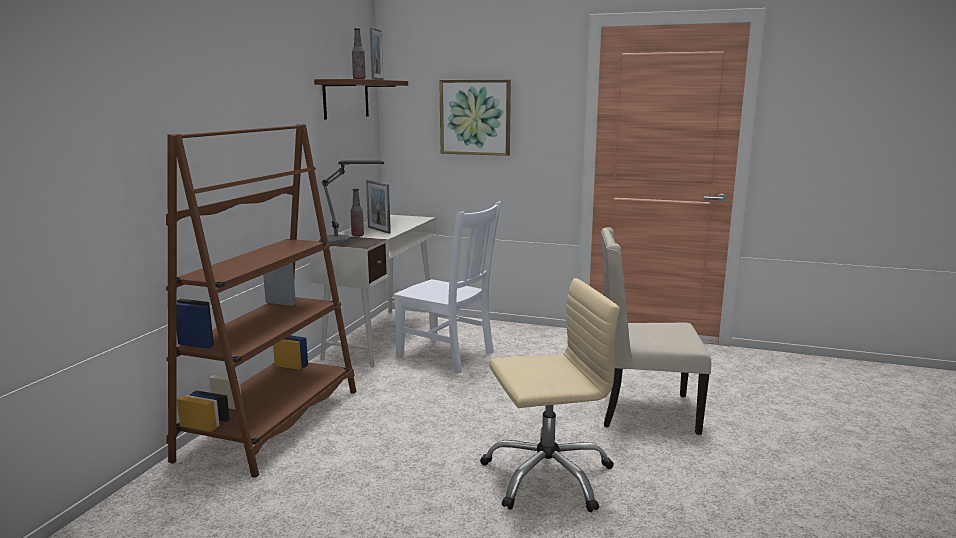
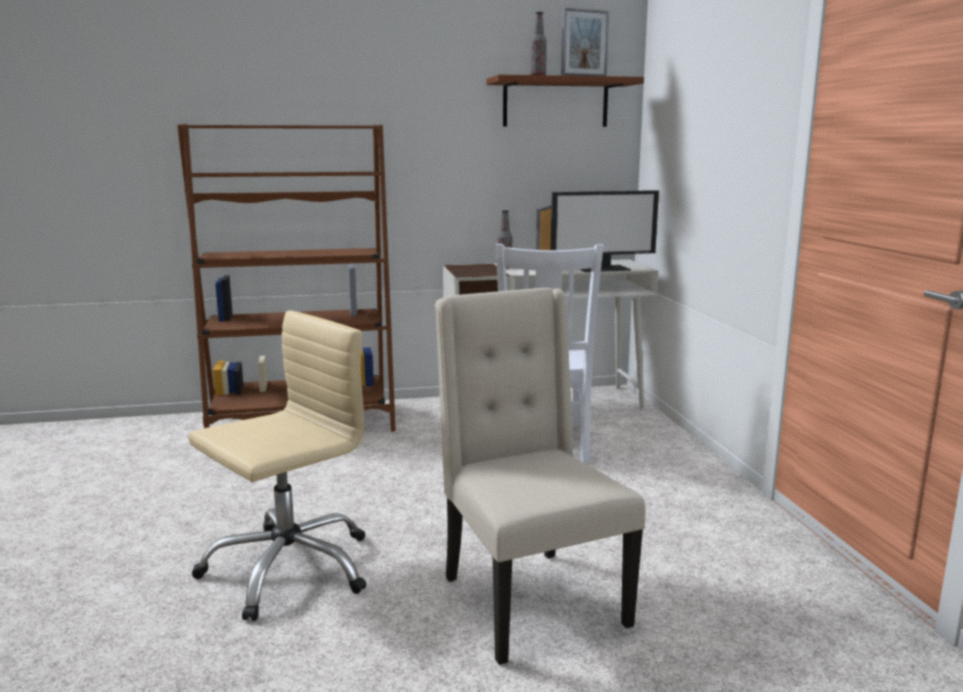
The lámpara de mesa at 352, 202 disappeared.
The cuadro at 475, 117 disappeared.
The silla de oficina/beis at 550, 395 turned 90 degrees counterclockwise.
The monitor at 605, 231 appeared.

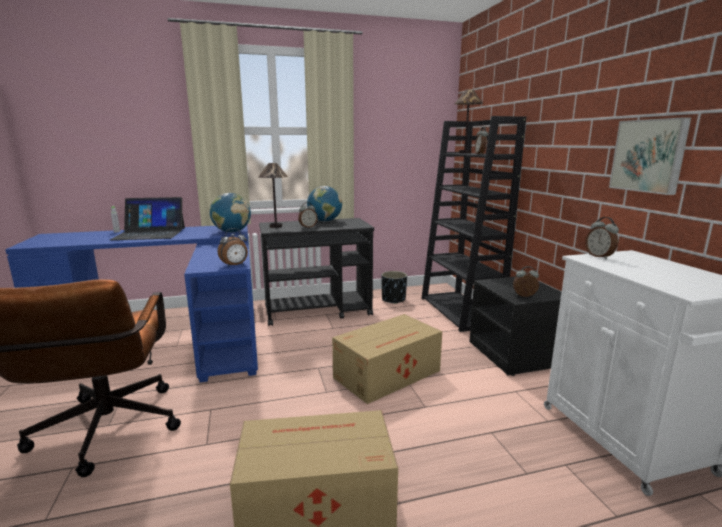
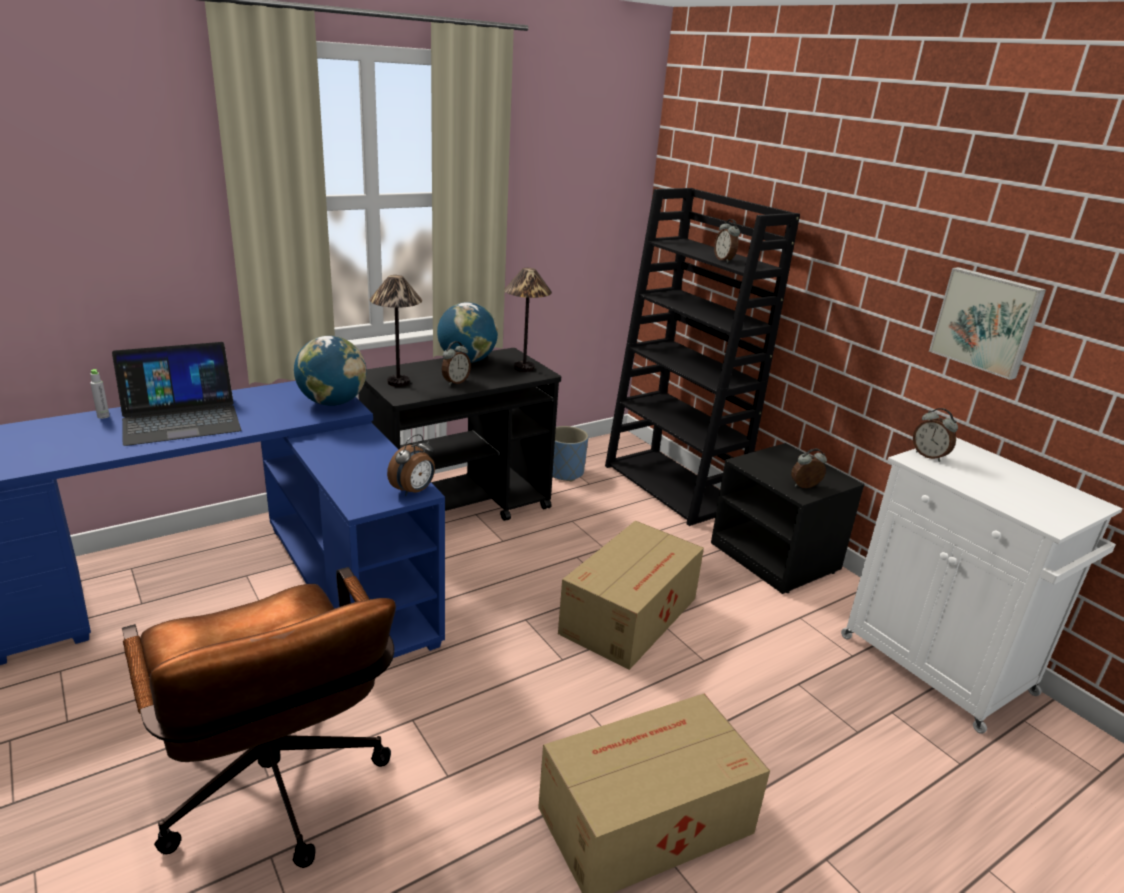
The maceta/negro at 394, 287 became the maceta/azul at 570, 453.
The lámpara de mesa moved from 469, 121 to 528, 320.

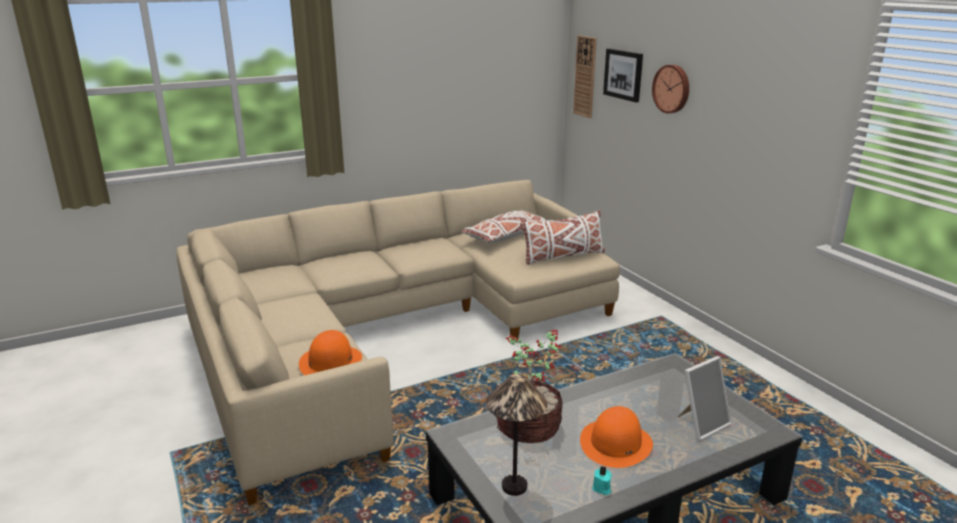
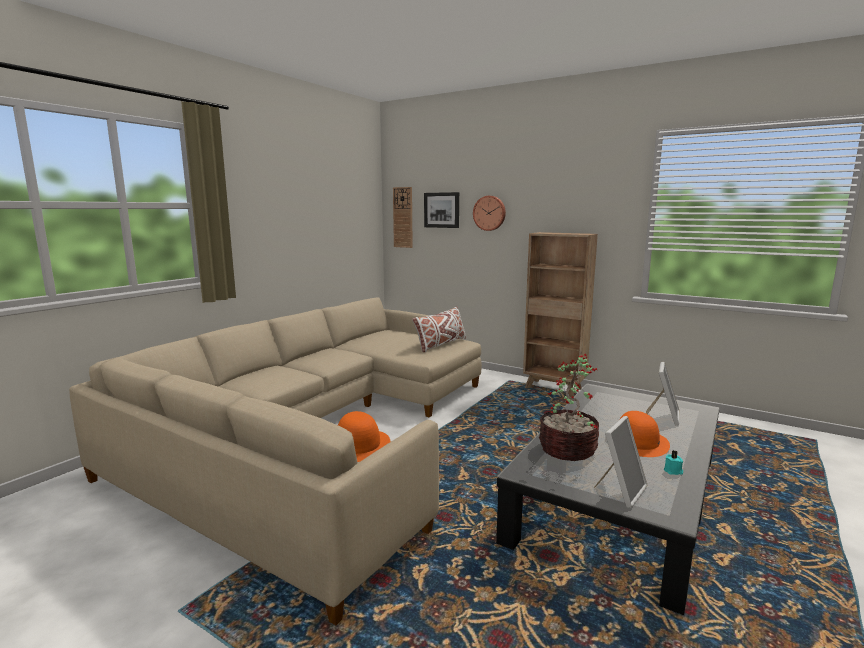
The cojín/blanco at 504, 227 disappeared.
The lámpara de mesa at 516, 435 was replaced by the portarretratos at 620, 462.
The estantería/marrón at 560, 314 appeared.

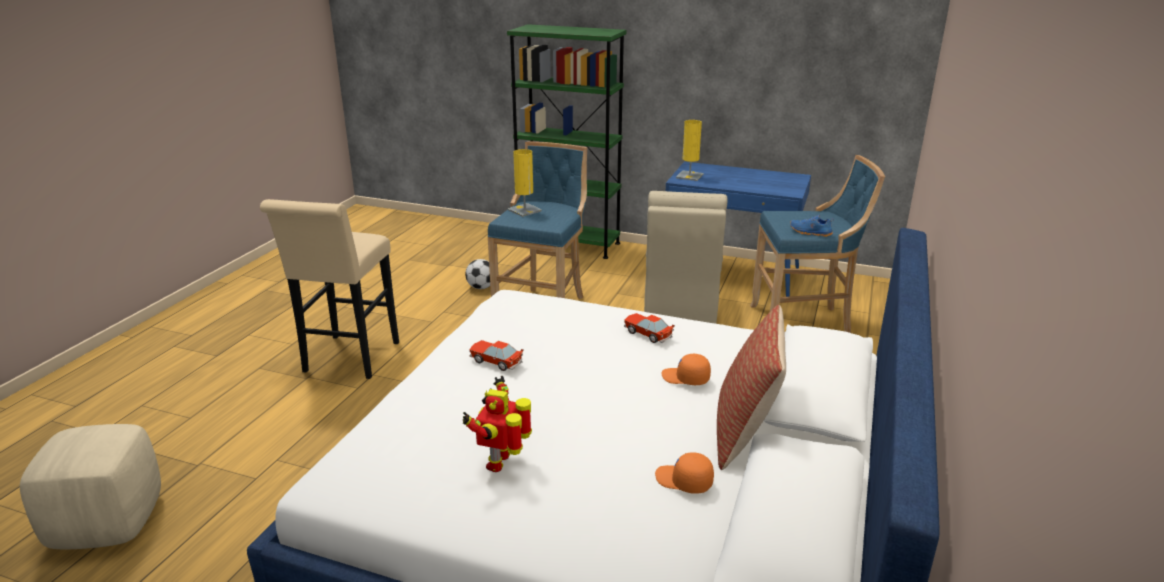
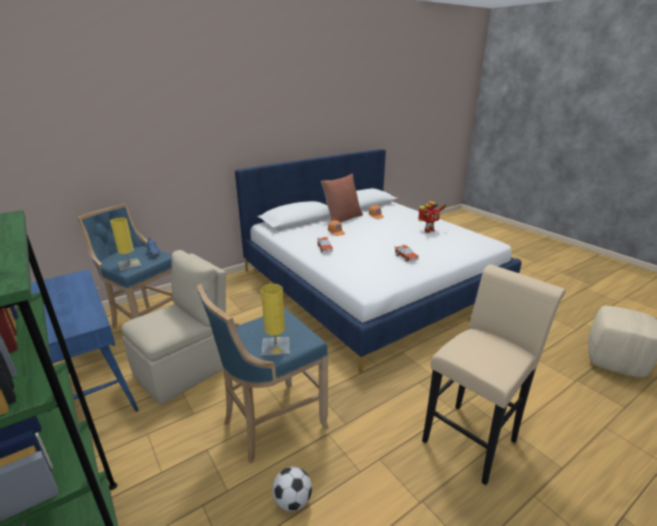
The lámpara de mesa/amarillo moved from 690, 150 to 125, 244.

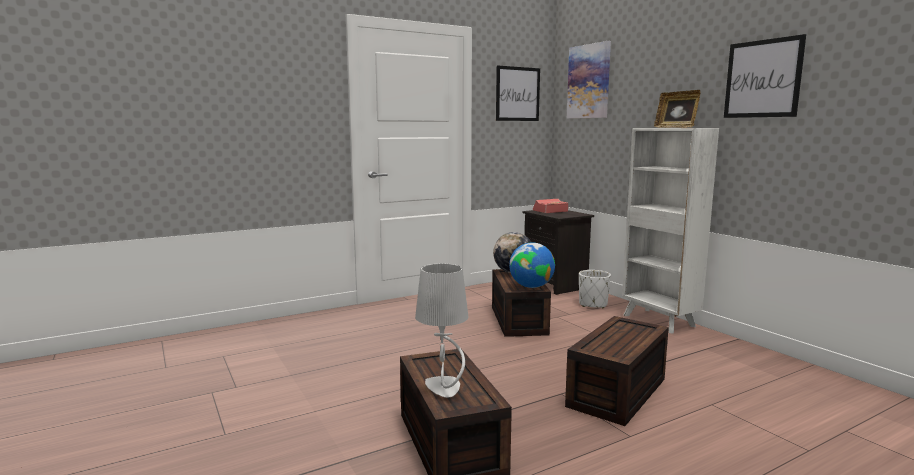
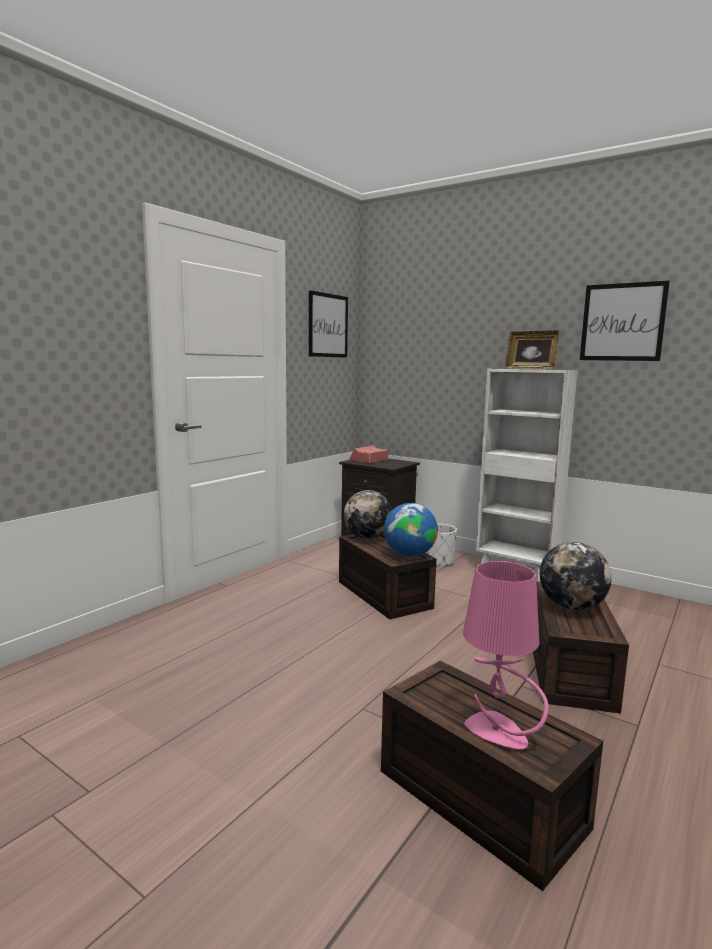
The lámpara de mesa/gris at 442, 330 became the lámpara de mesa/rosa at 506, 655.
The cuadro at 589, 80 disappeared.
The globo terráqueo at 576, 576 appeared.

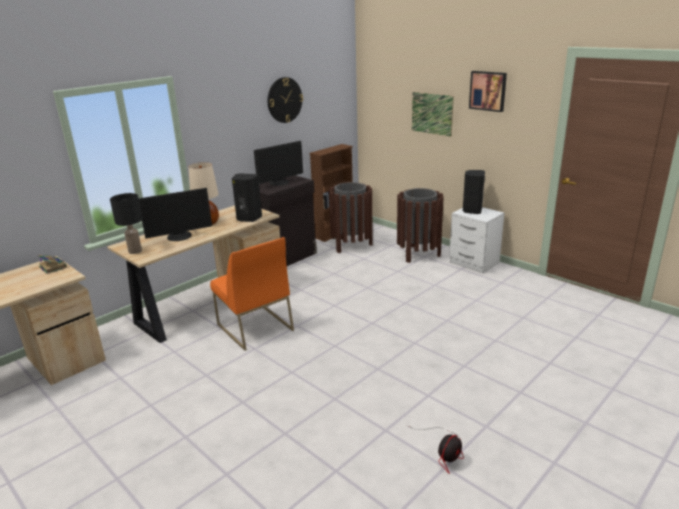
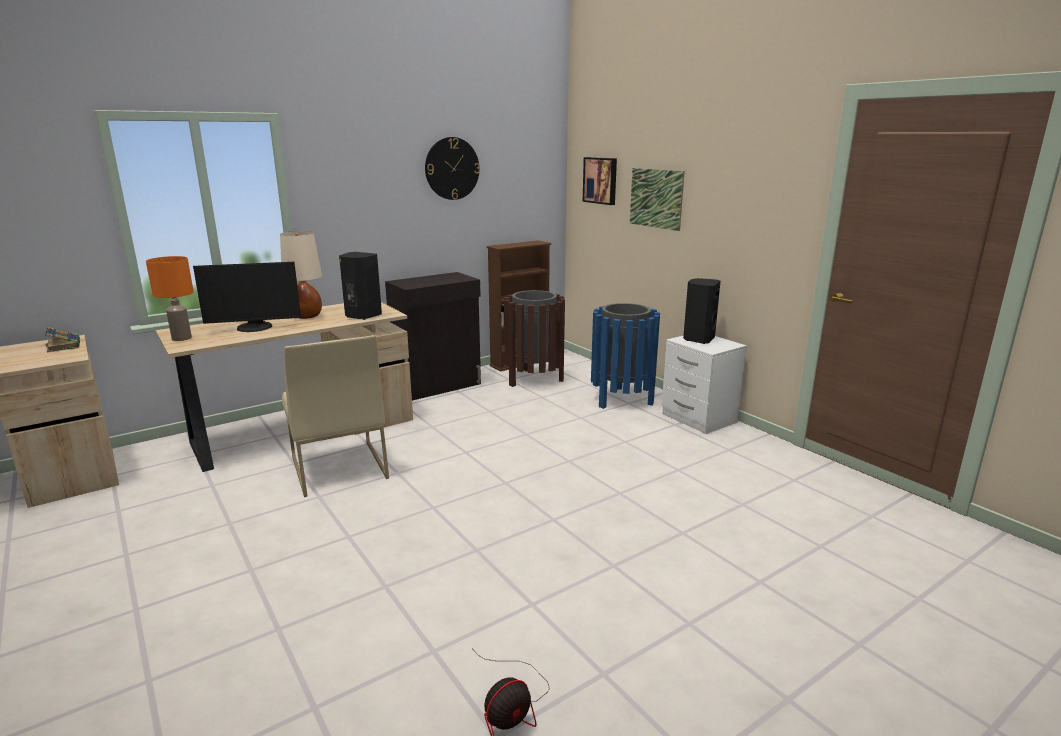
The lámpara de mesa/negro at 126, 223 became the lámpara de mesa/naranja at 170, 298.
The silla/naranja at 252, 294 became the silla/beis at 335, 416.
The monitor at 278, 163 disappeared.
The papelera/marrón at 420, 225 became the papelera/azul at 625, 356.
The cuadro moved from 488, 91 to 600, 181.

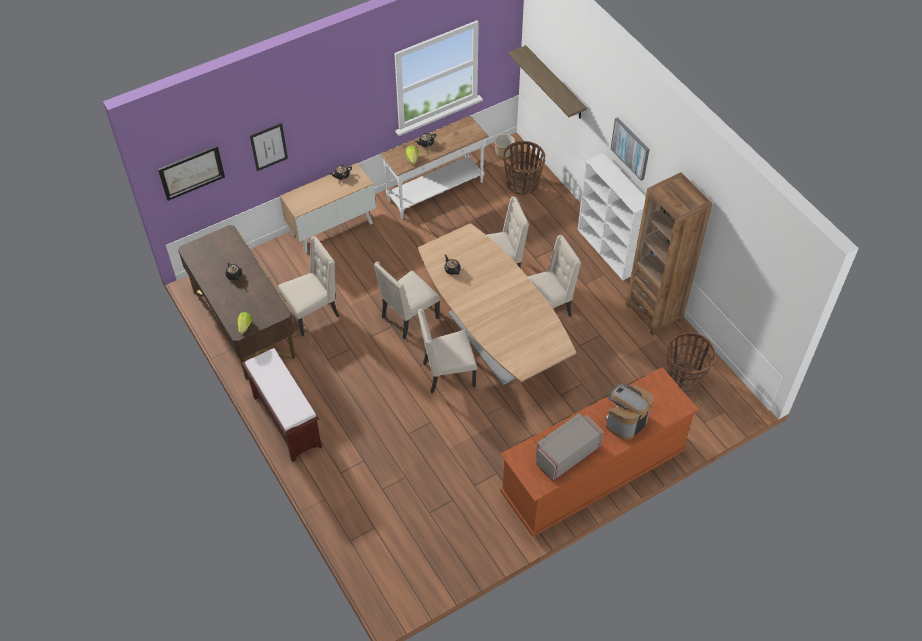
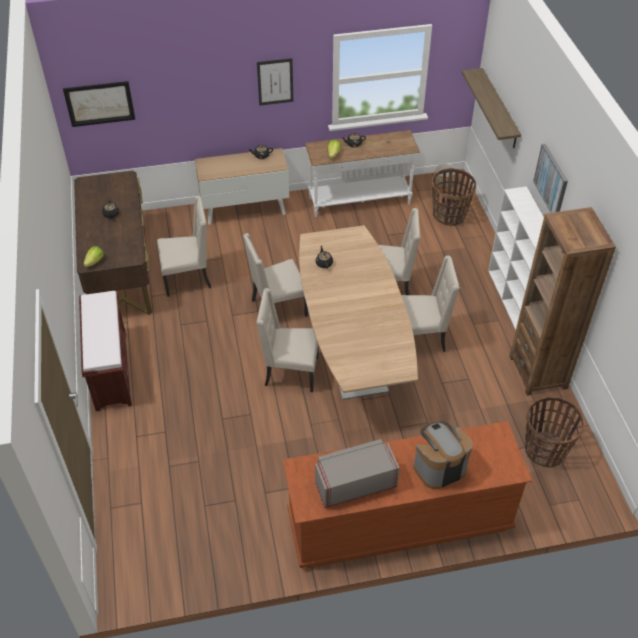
The cuadro moved from 269, 147 to 275, 82.

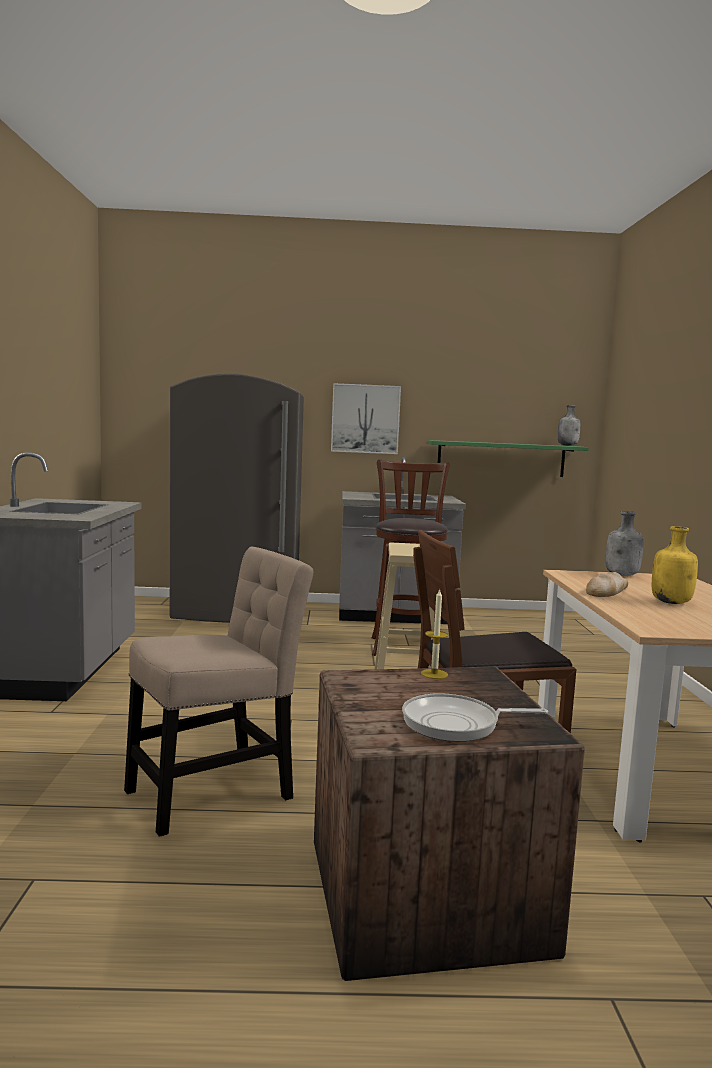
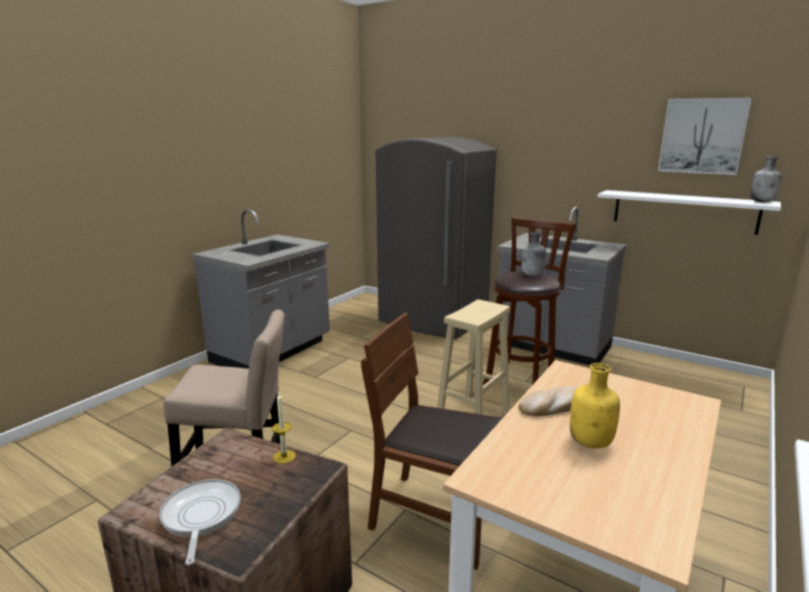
The cuadro moved from 366, 418 to 705, 136.
The sartén at 475, 717 turned 45 degrees clockwise.
The estante/verde at 508, 458 became the estante/blanco at 689, 212.
The botella/gris moved from 625, 543 to 534, 254.

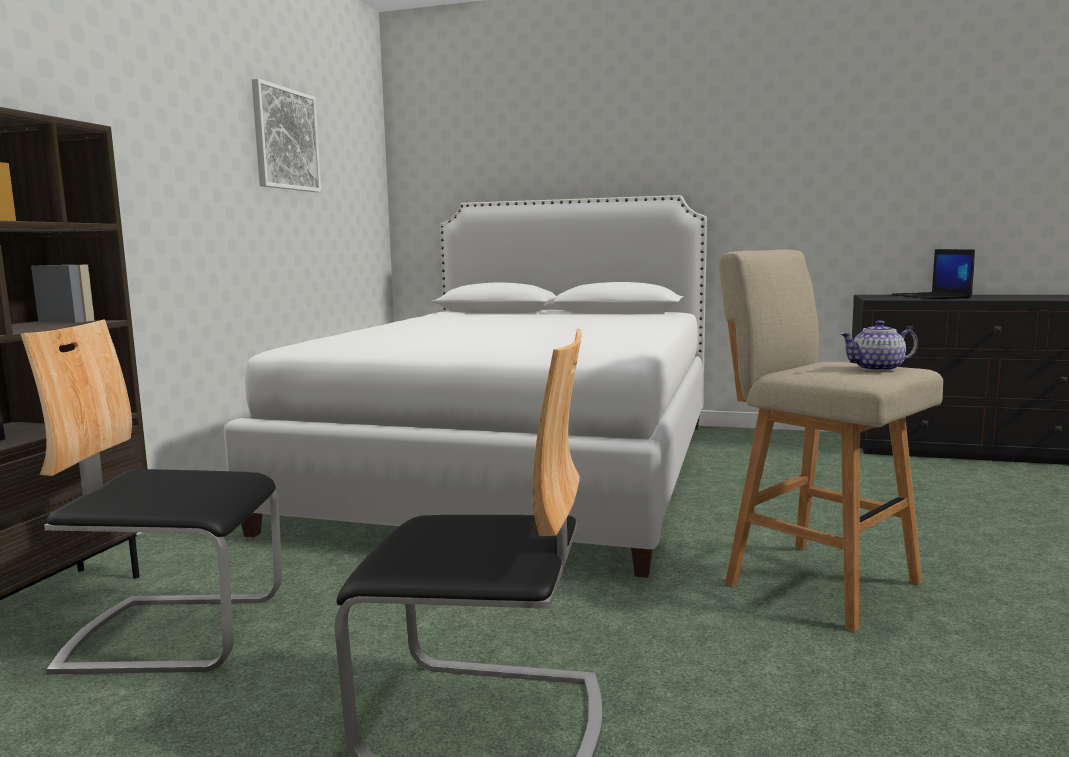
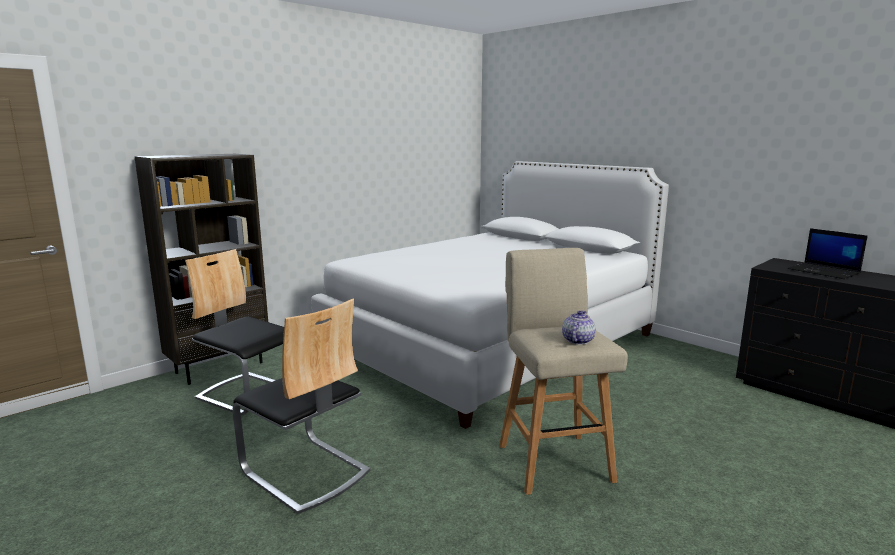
The cuadro at 286, 135 disappeared.
The tetera at 879, 345 turned 90 degrees clockwise.
The portátil at 933, 274 turned 60 degrees counterclockwise.

